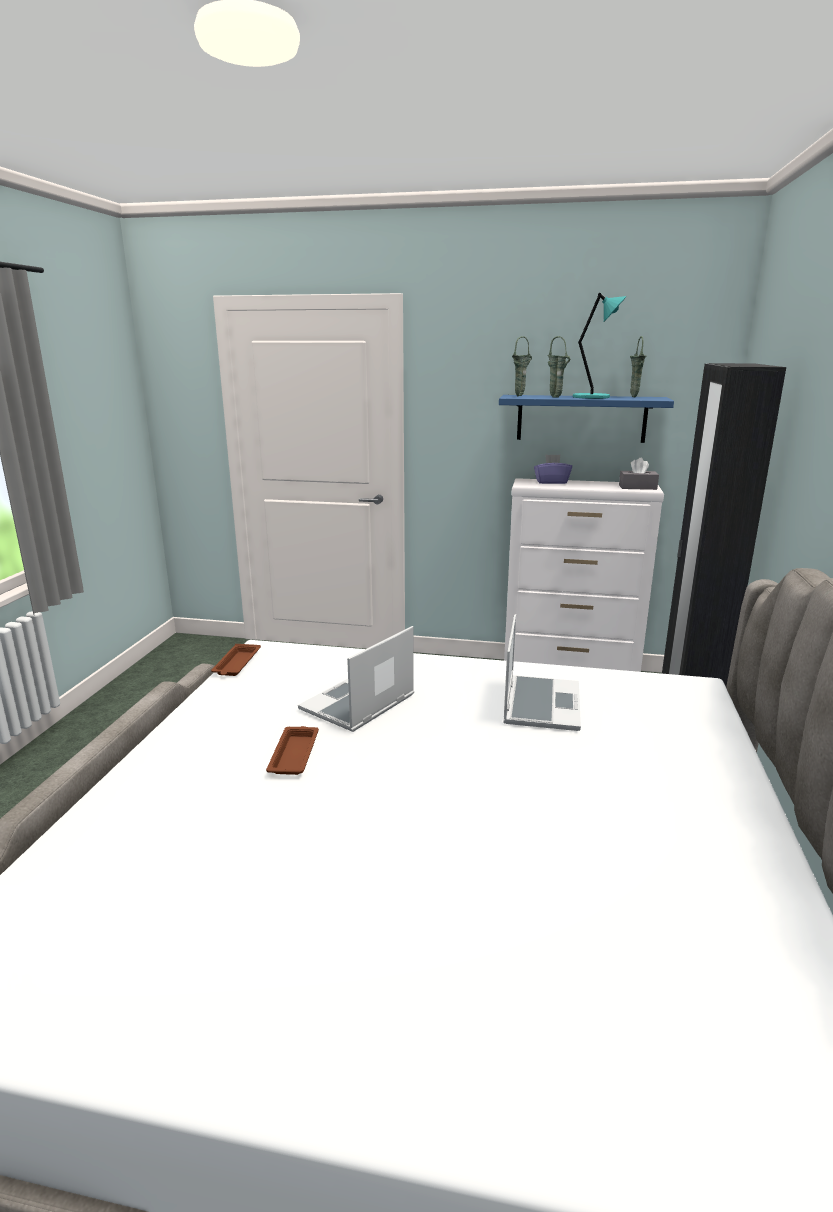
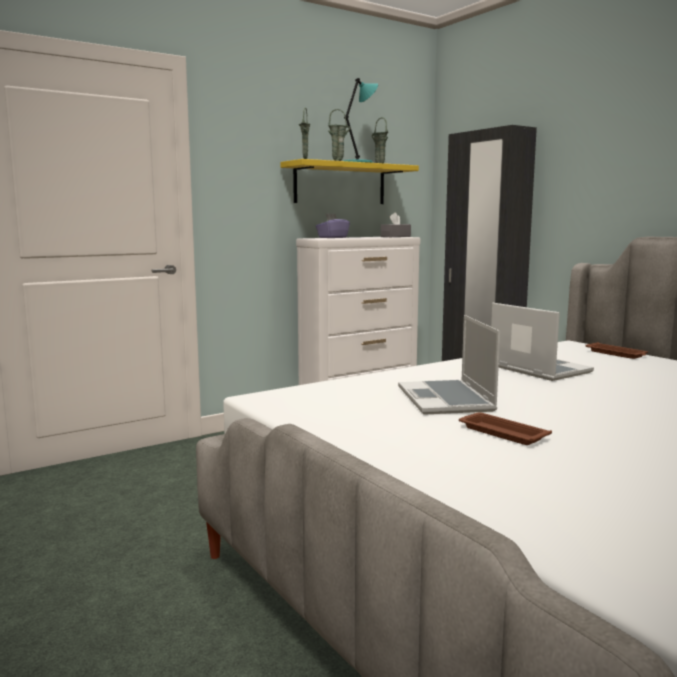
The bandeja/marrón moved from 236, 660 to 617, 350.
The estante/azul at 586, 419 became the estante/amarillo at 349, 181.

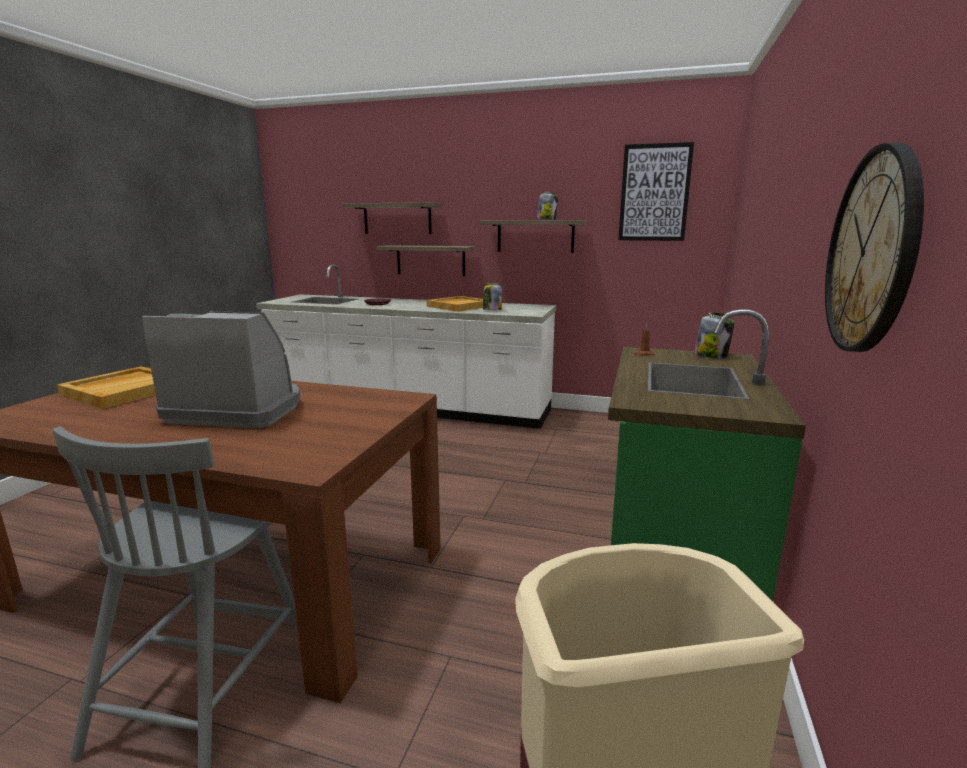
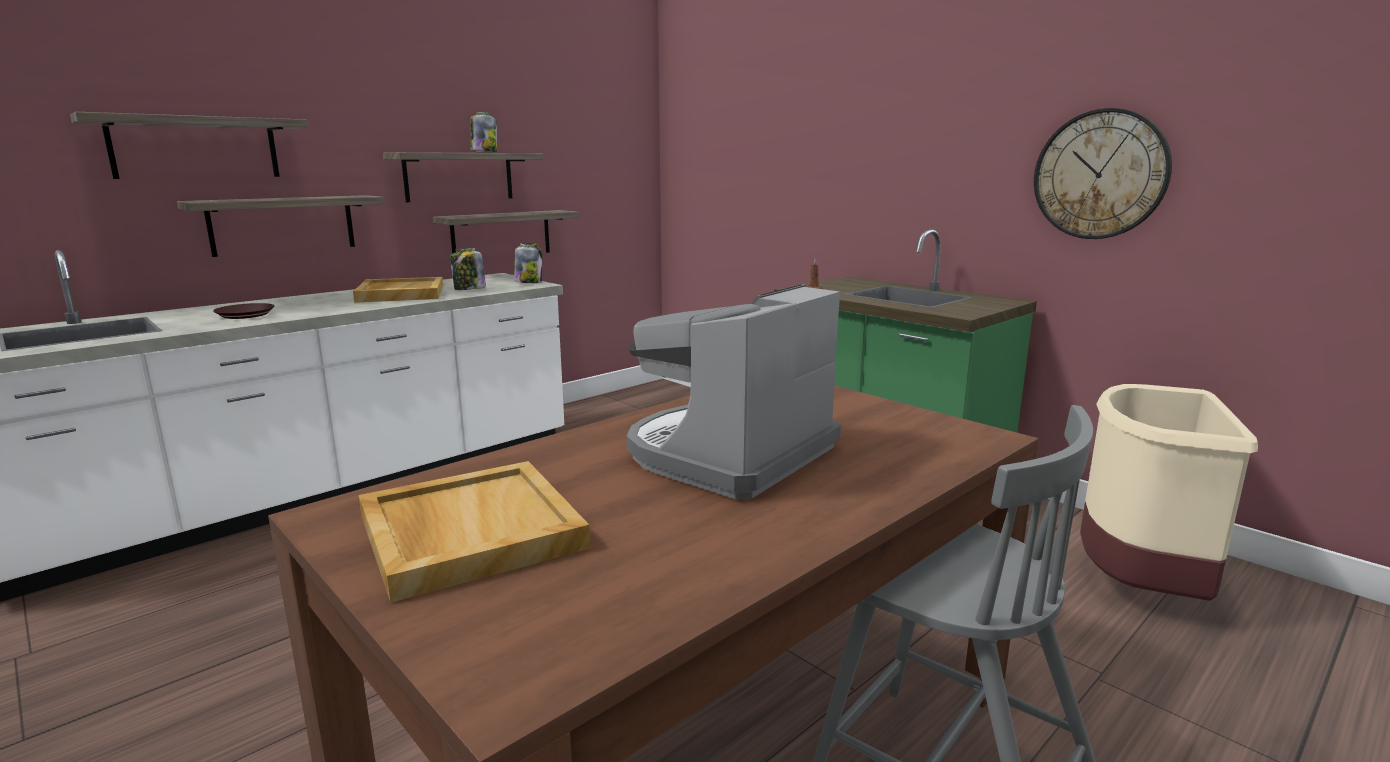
The cuadro at 656, 191 disappeared.
The tarro moved from 714, 335 to 528, 263.
The estante at 506, 232 appeared.

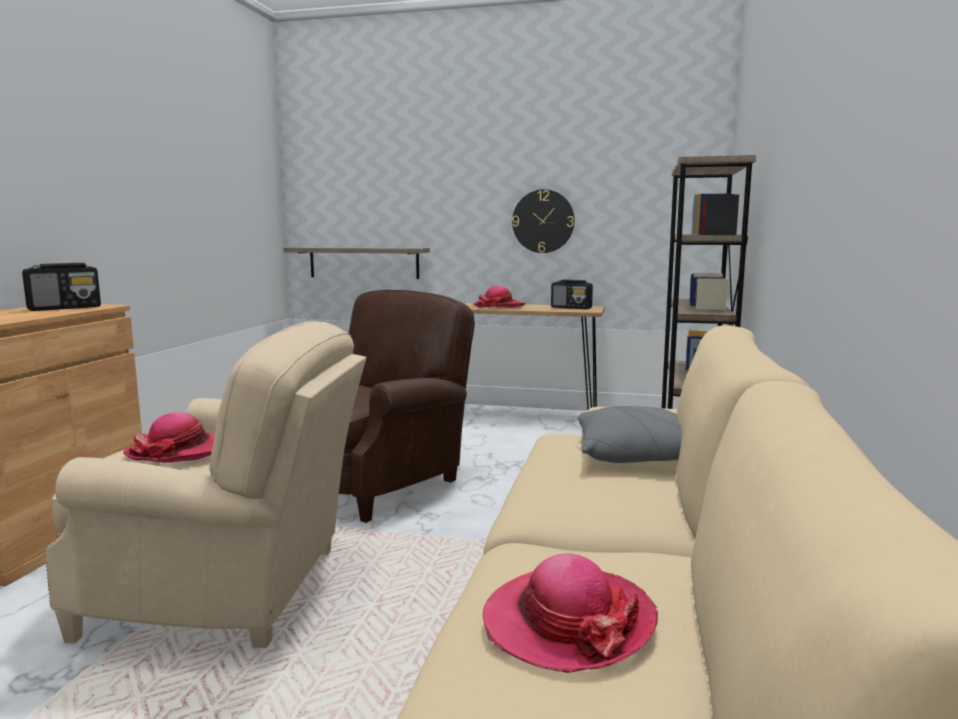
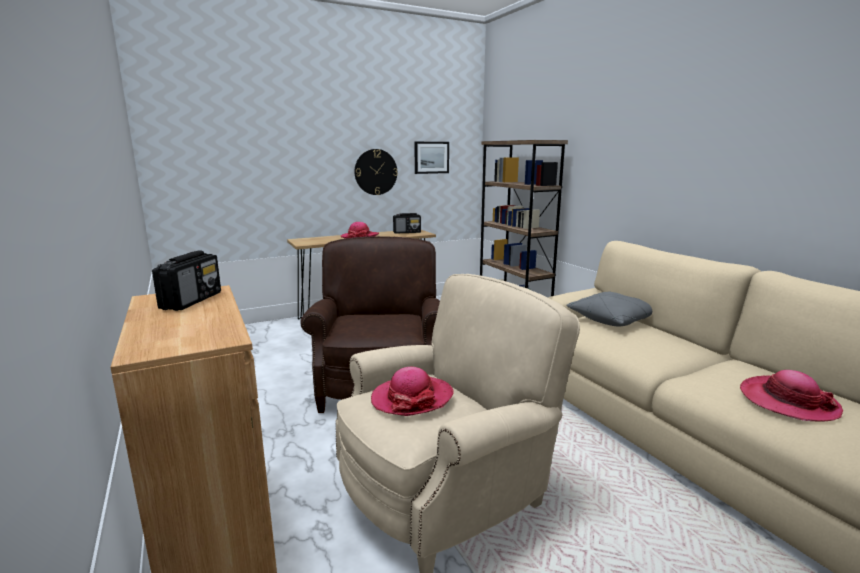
The estante at 356, 263 disappeared.
The cuadro at 431, 158 appeared.

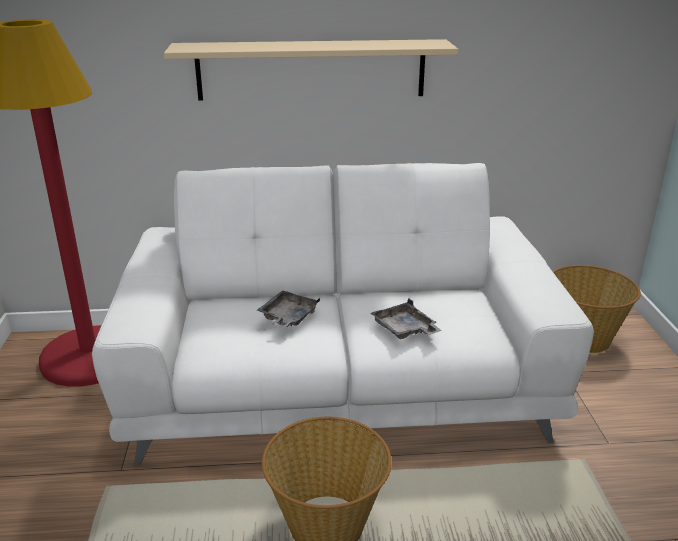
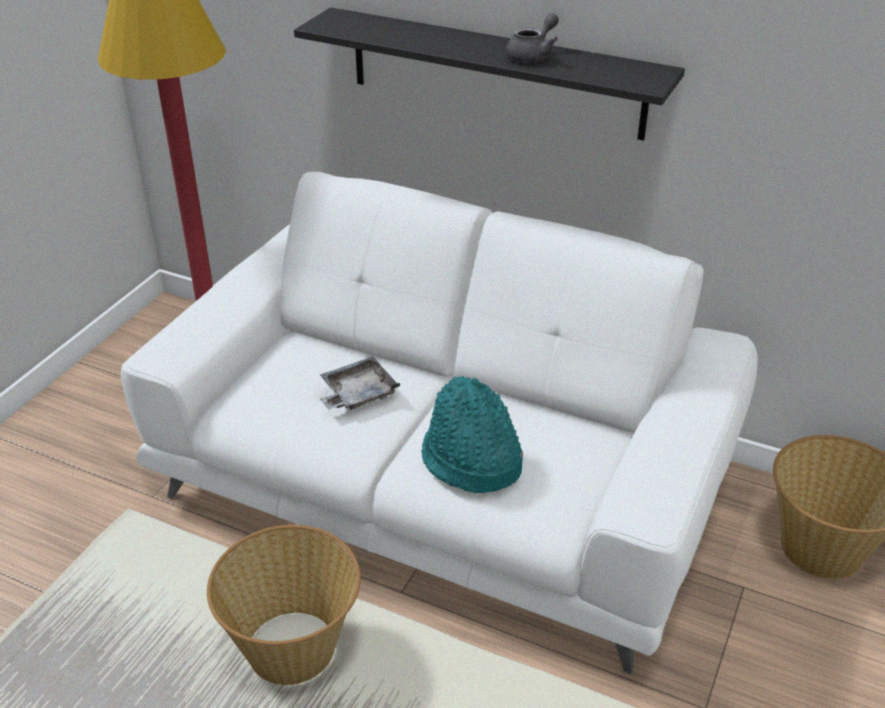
The estante/beis at 311, 70 became the estante/negro at 489, 74.
The bandeja/gris at 406, 319 was replaced by the sombrero/turquesa at 472, 434.
The tetera/gris at 532, 37 appeared.

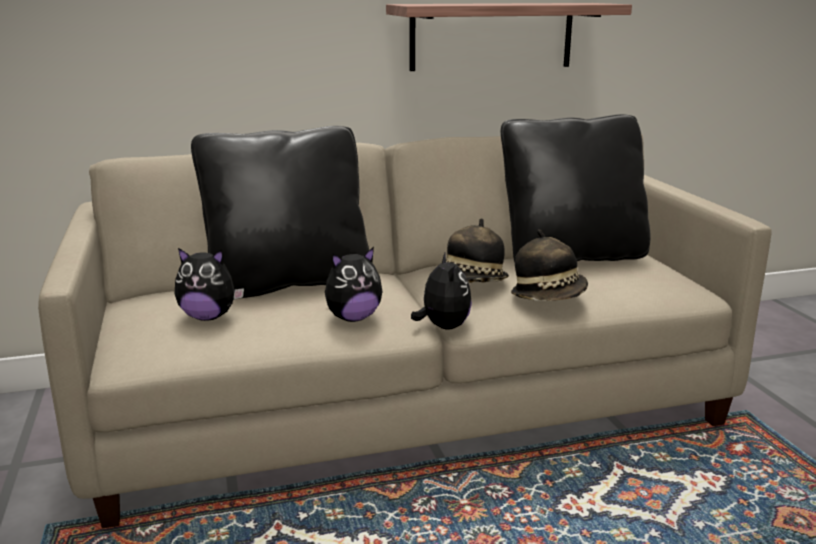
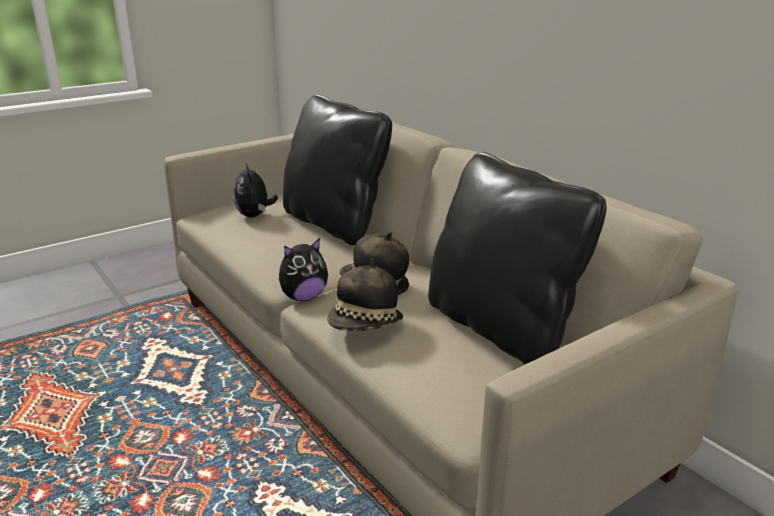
The peluche at 354, 284 disappeared.
The estante at 509, 37 disappeared.

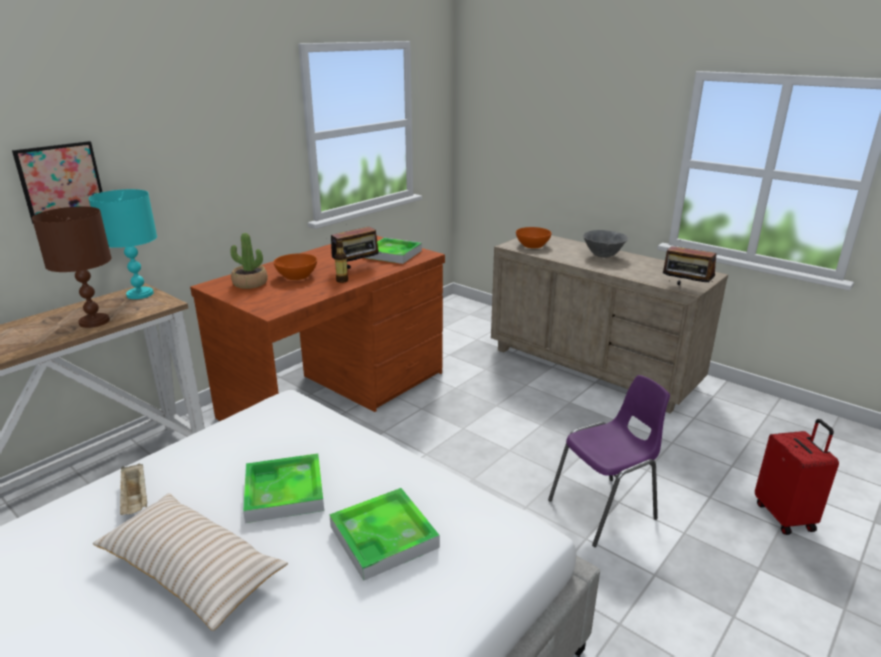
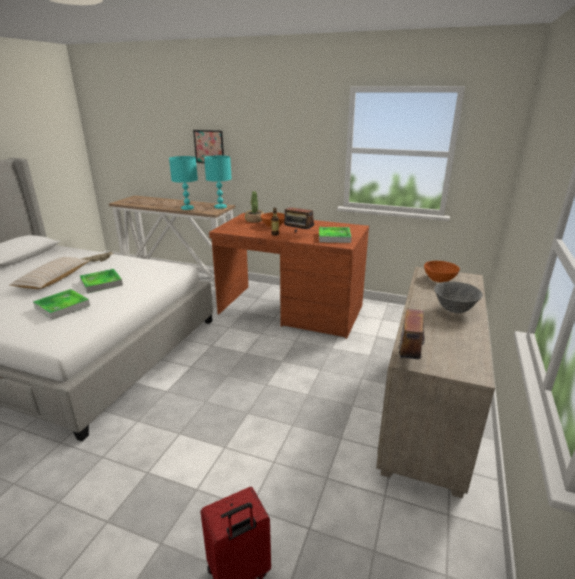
The lámpara de mesa/marrón at 72, 267 became the lámpara de mesa/turquesa at 183, 183.
The silla/morado at 609, 461 disappeared.

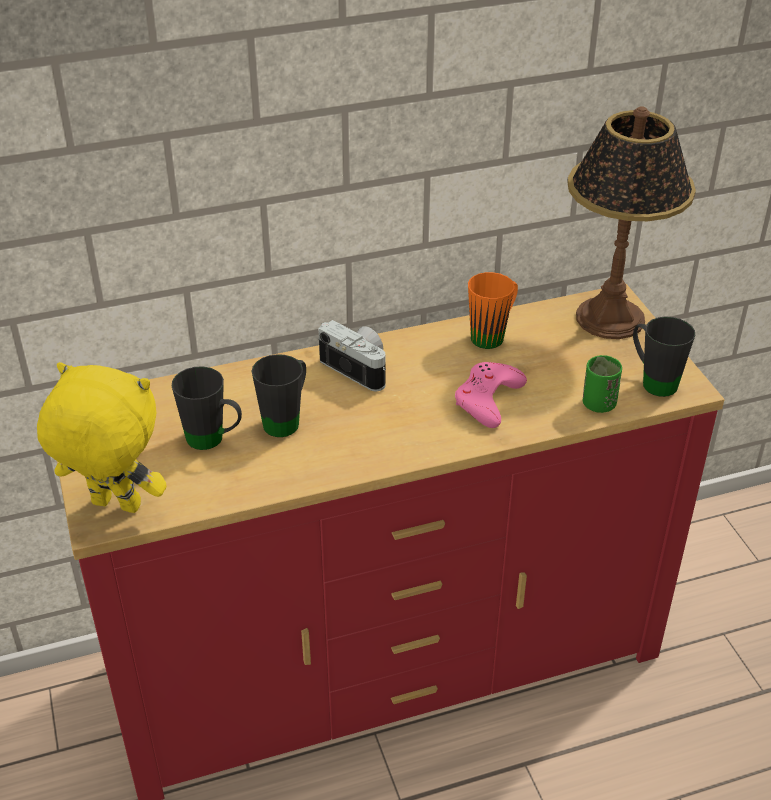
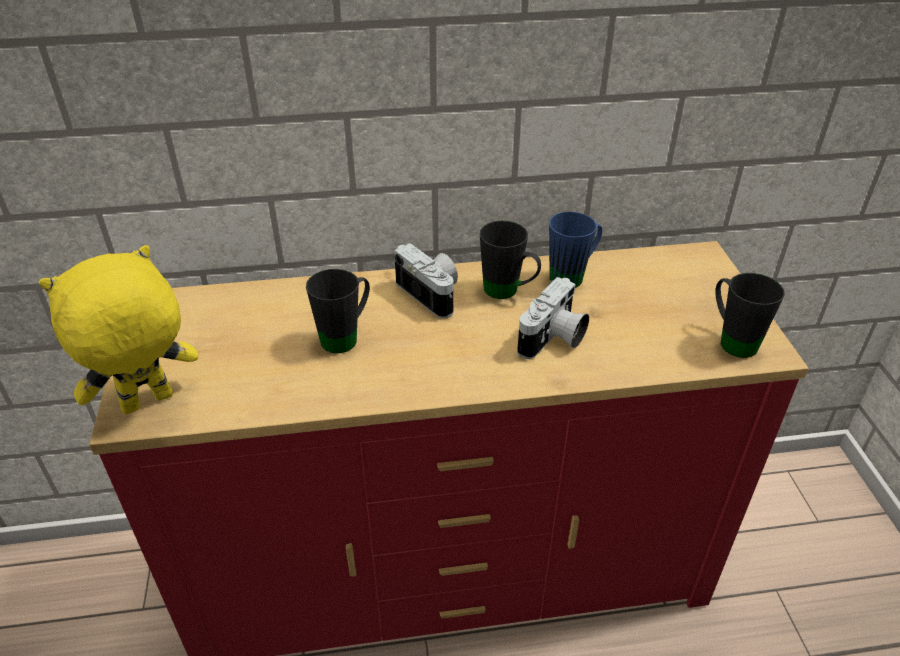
The peluche/amarillo at 102, 437 turned 60 degrees counterclockwise.
The taza grande/negro moved from 207, 408 to 510, 260.
The mando de consola/rosa at 491, 395 was replaced by the cámara at 553, 318.
The taza grande/naranja at 493, 310 became the taza grande/azul at 575, 250.
The lámpara de mesa at 631, 222 disappeared.
The taza/verde at 602, 384 disappeared.

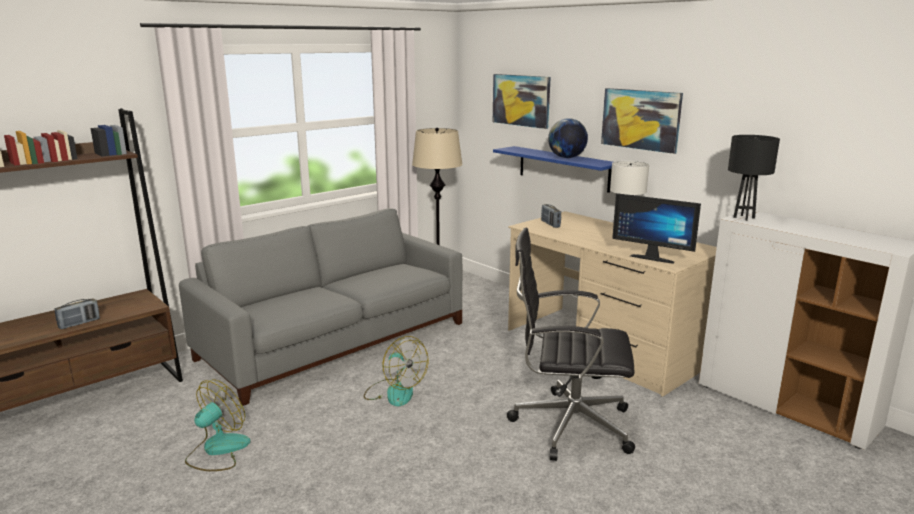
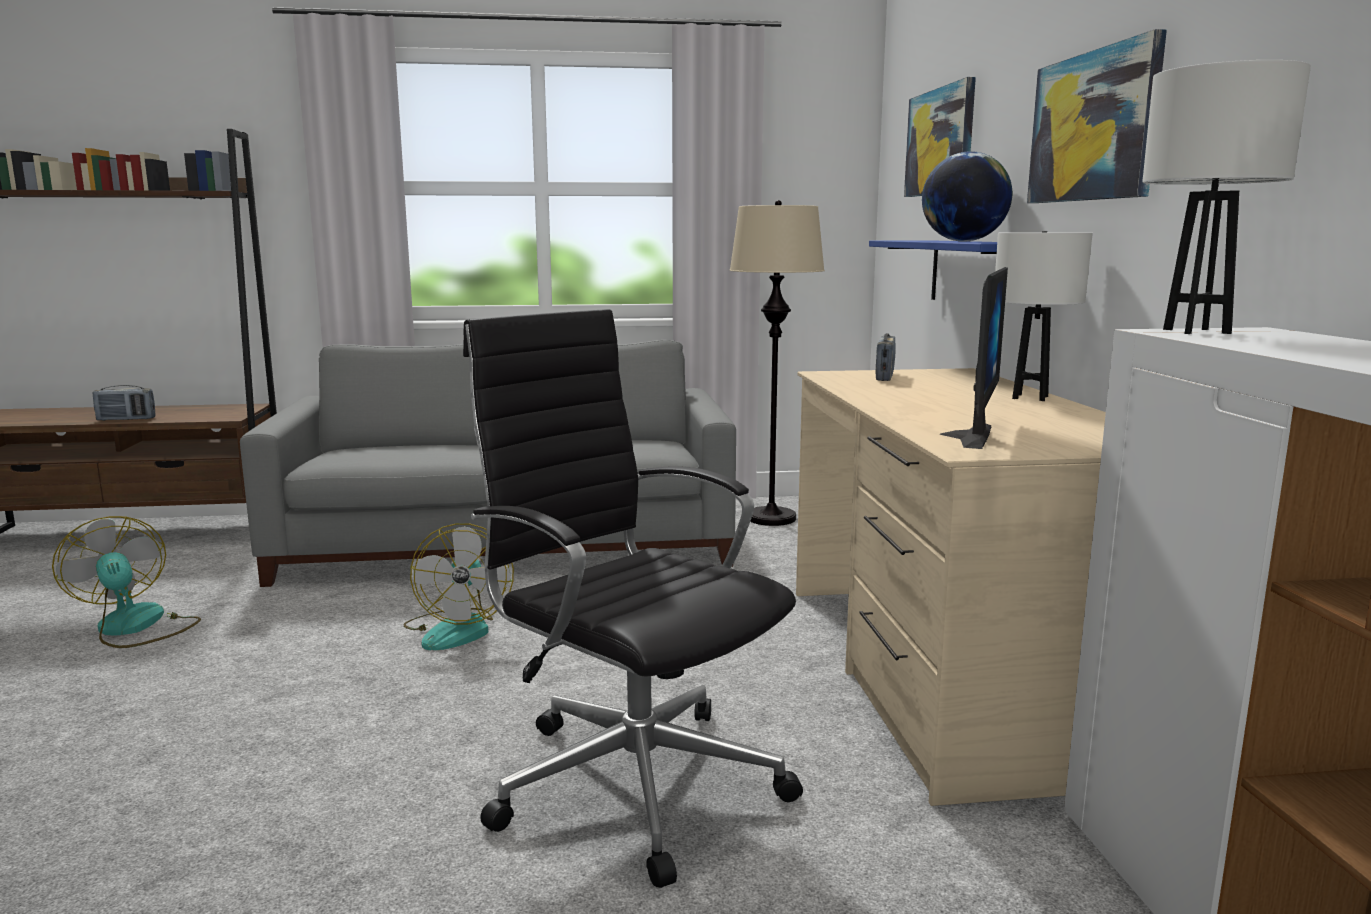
The ventilador at 218, 425 turned 105 degrees counterclockwise.
The monitor at 656, 228 turned 135 degrees counterclockwise.
The lámpara de mesa/negro at 754, 178 became the lámpara de mesa/blanco at 1226, 197.

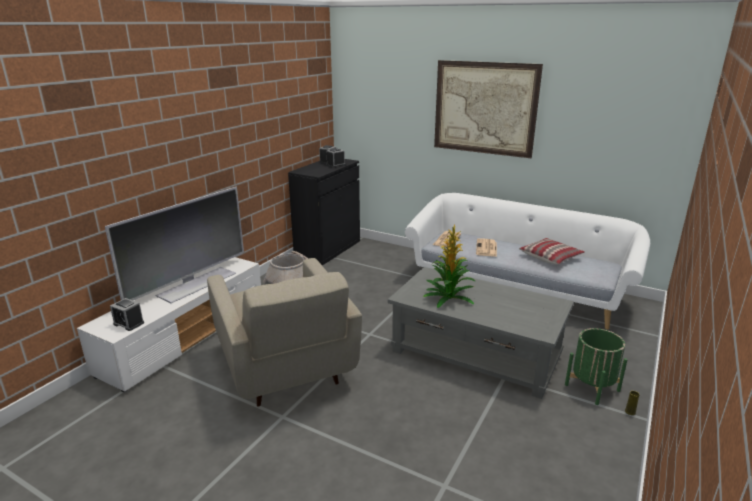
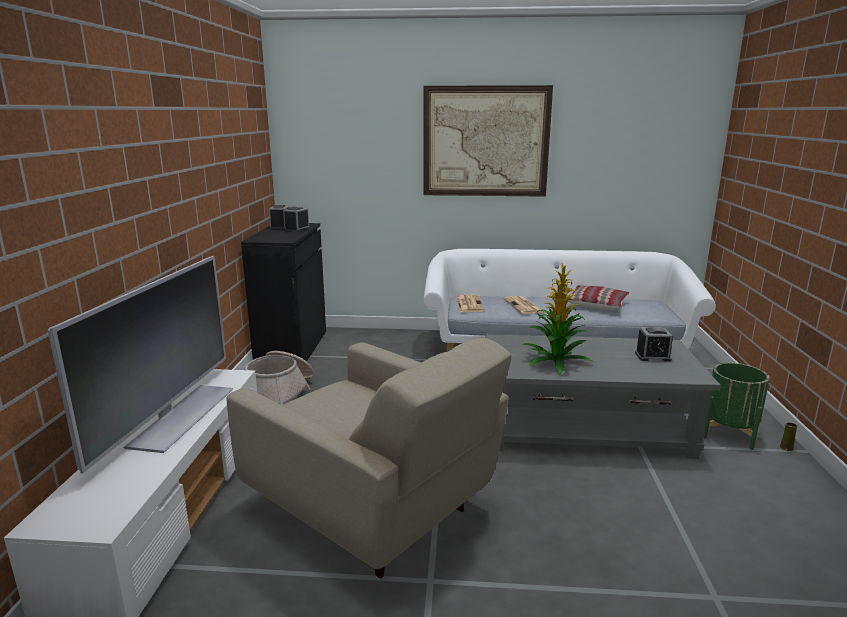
The despertador moved from 127, 314 to 654, 344.

